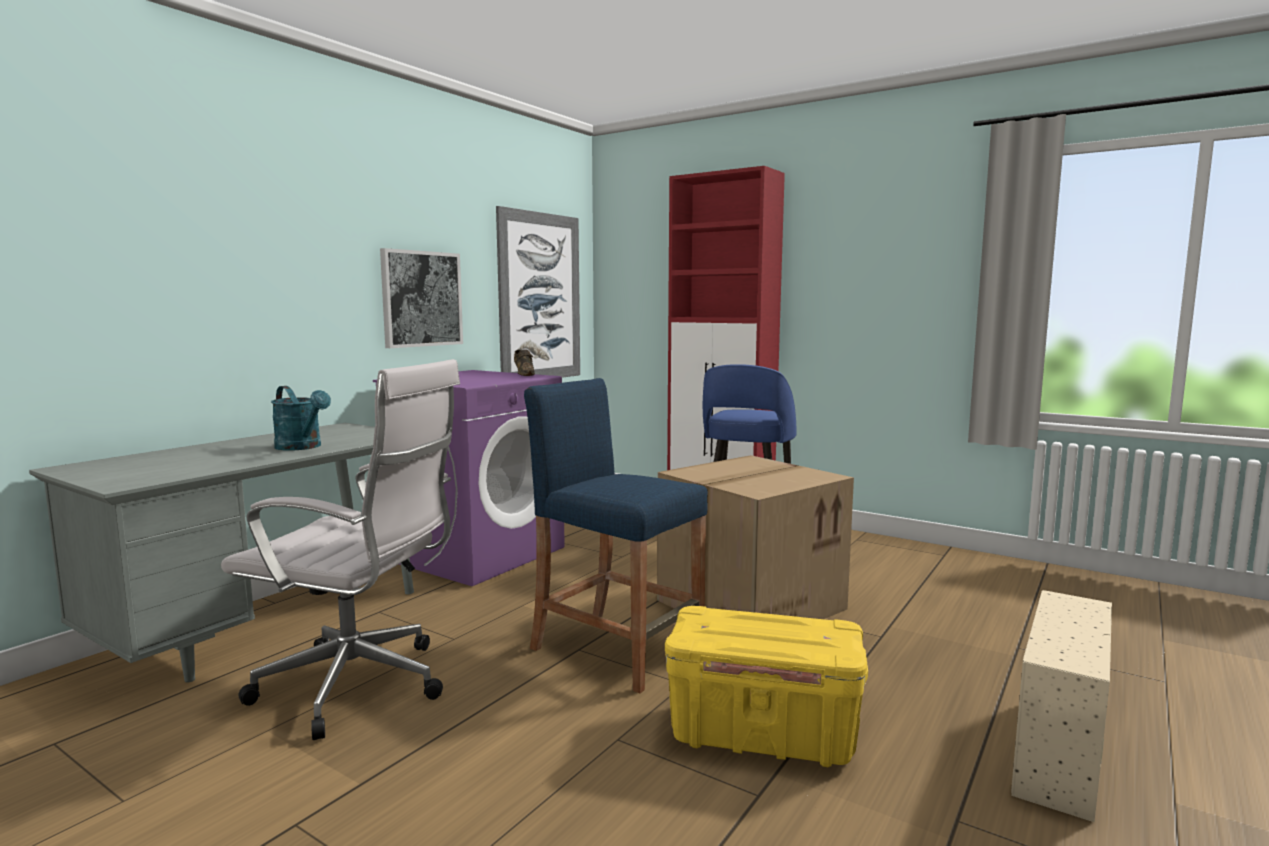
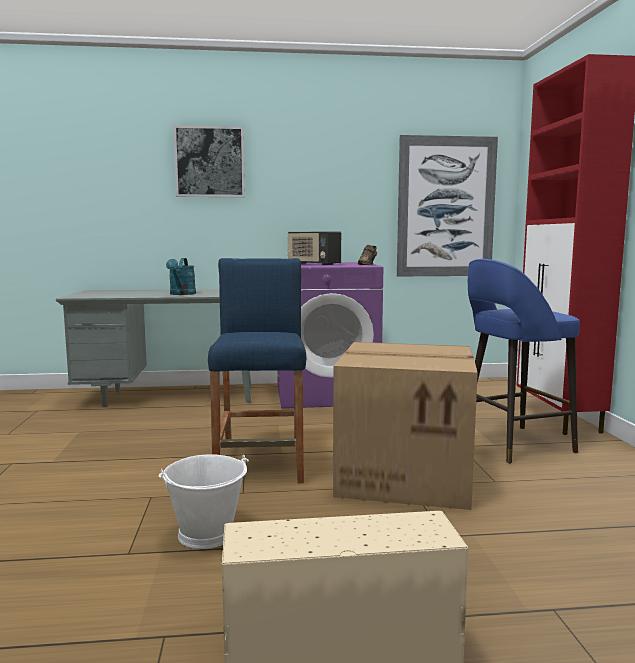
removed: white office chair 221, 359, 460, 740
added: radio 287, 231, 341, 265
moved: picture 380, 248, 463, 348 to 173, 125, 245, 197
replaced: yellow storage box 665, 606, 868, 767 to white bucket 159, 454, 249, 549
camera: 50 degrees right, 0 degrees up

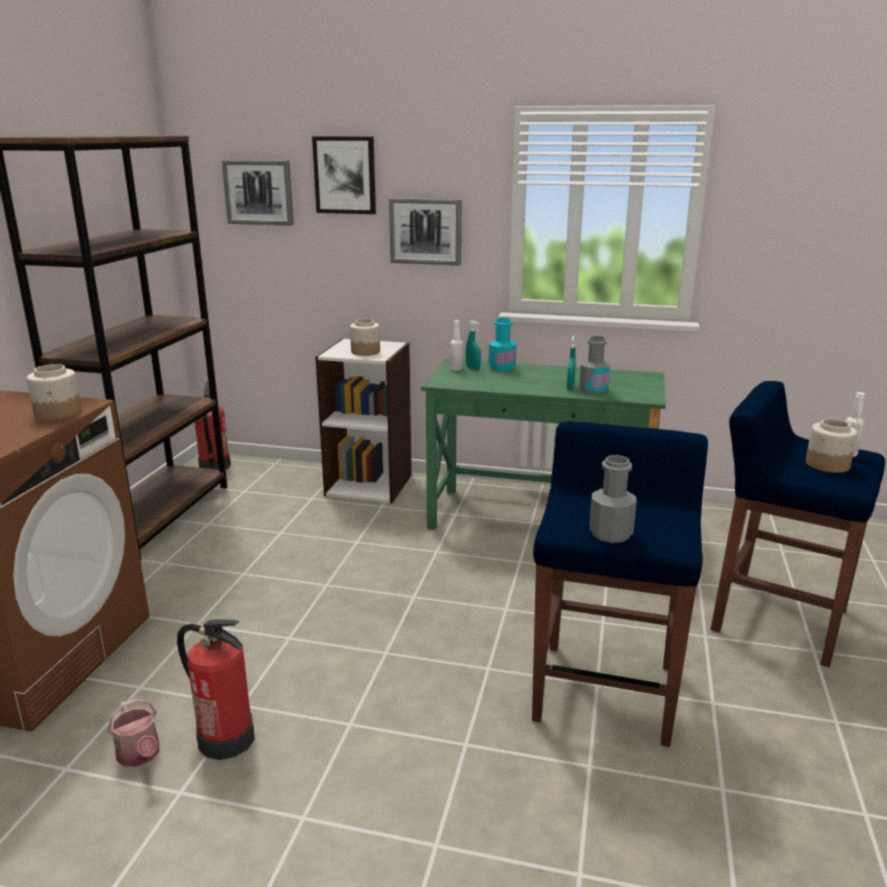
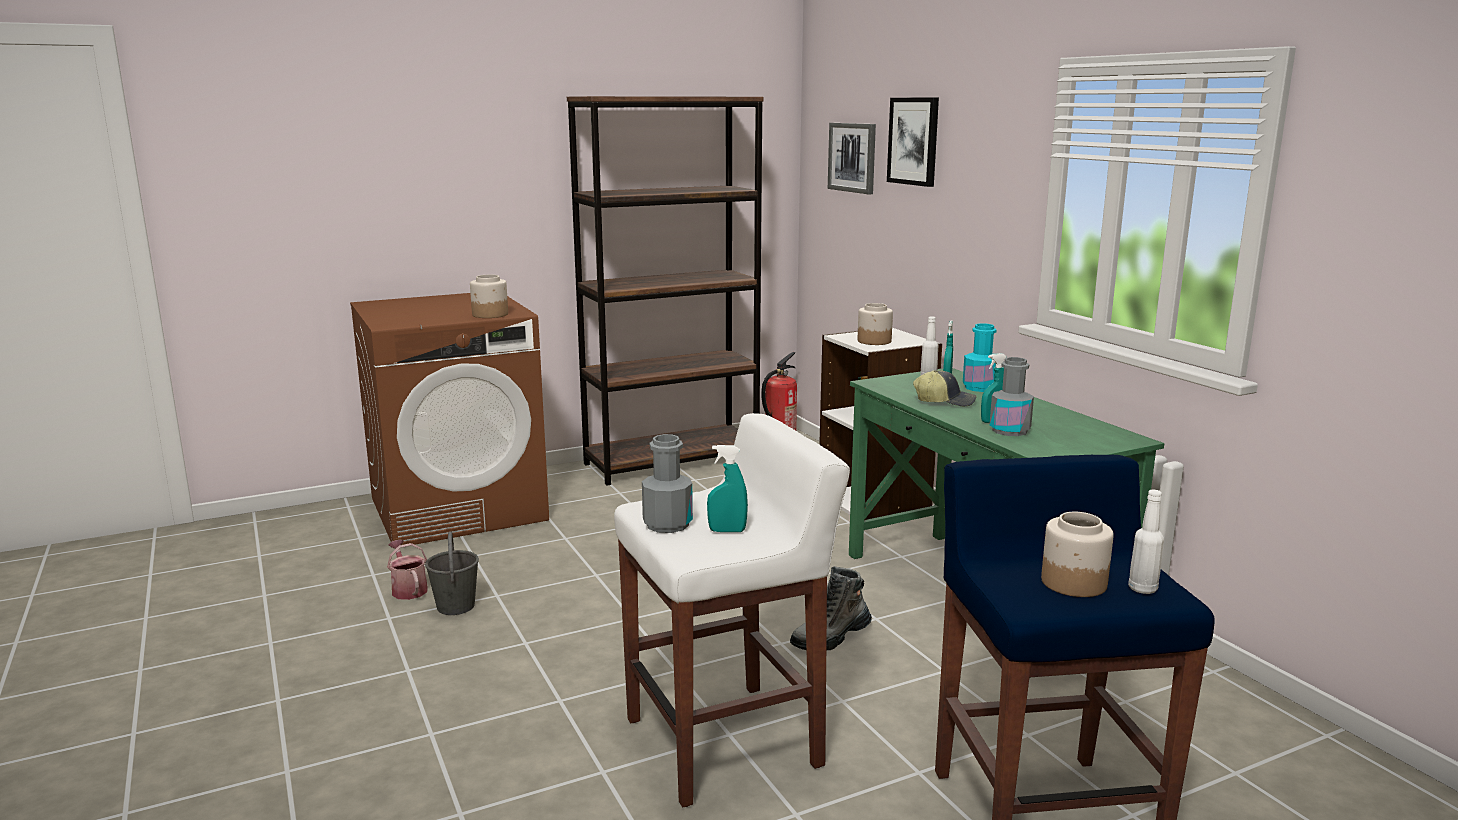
removed: picture 389, 198, 461, 265
added: turquoise spray bottle 707, 445, 748, 532; boot 790, 566, 872, 651; cap 913, 370, 976, 407
replaced: fire extinguisher 177, 619, 255, 760 to grey bucket 425, 531, 479, 615
recoloured: blue stool 532, 421, 708, 747 to white stool 614, 413, 850, 807
turned: watering can 108, 699, 159, 767 = 387, 540, 428, 600 135 degrees clockwise
camera: 50 degrees right, 5 degrees down

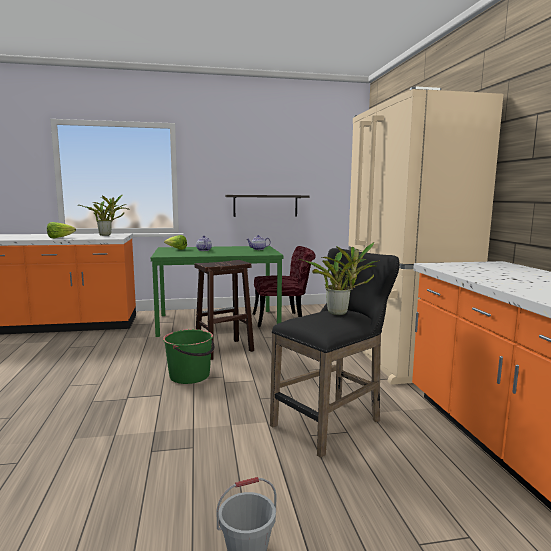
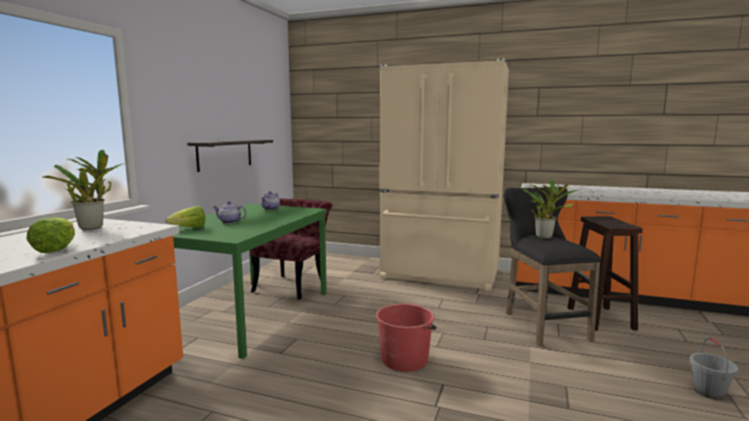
moved: brown stool 195, 260, 254, 360 to 567, 216, 643, 331
recoloured: green bucket 163, 329, 214, 384 to red bucket 376, 304, 436, 372
camera: 60 degrees left, 0 degrees up

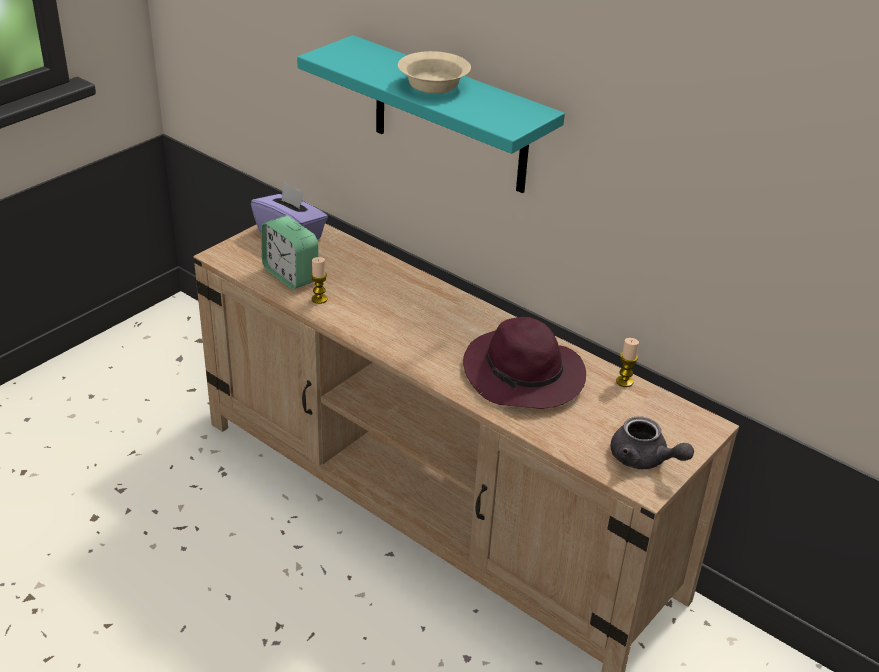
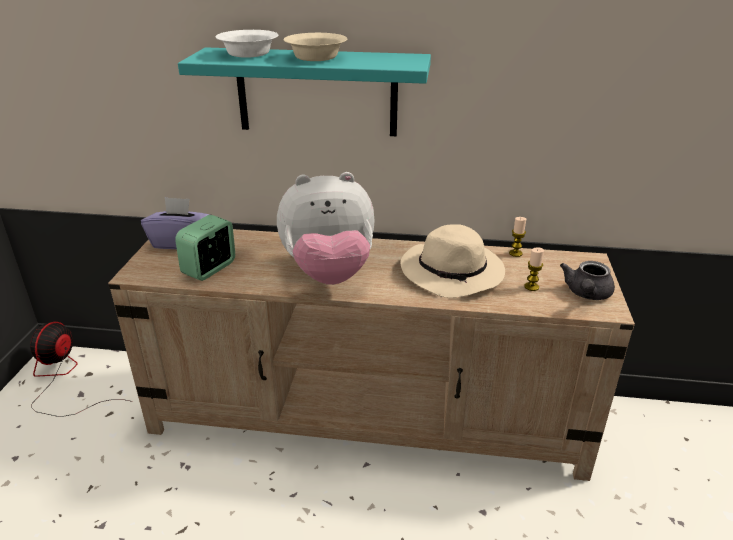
added: fan 30, 322, 133, 417; white bowl 215, 30, 278, 58; plush toy 277, 172, 375, 285
moved: candle 311, 257, 327, 304 to 524, 248, 544, 291
recoloured: purple hat 463, 317, 586, 409 to beige hat 400, 224, 505, 298
turned: alarm clock 261, 216, 318, 289 = 175, 215, 235, 281 105 degrees clockwise; grey teapot 610, 416, 694, 469 = 560, 261, 615, 300 105 degrees clockwise
camera: 30 degrees left, 5 degrees down

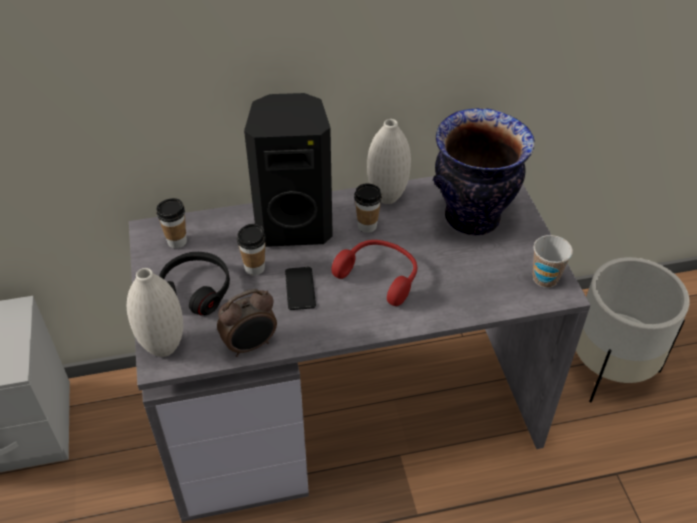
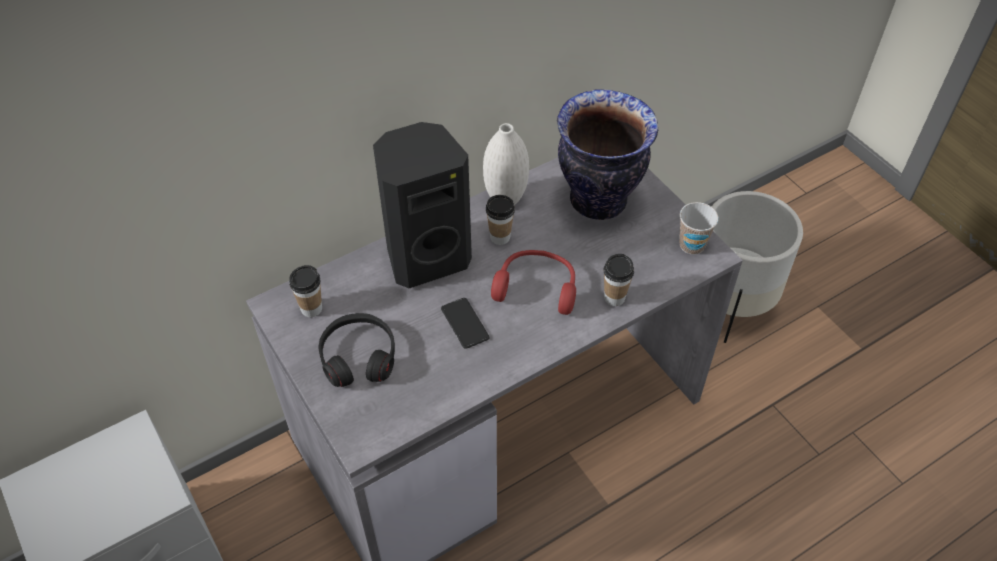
removed: white vase 127, 268, 183, 357; alarm clock 217, 289, 277, 357
moved: cup 237, 224, 266, 276 to 603, 254, 634, 306
camera: 20 degrees left, 5 degrees up

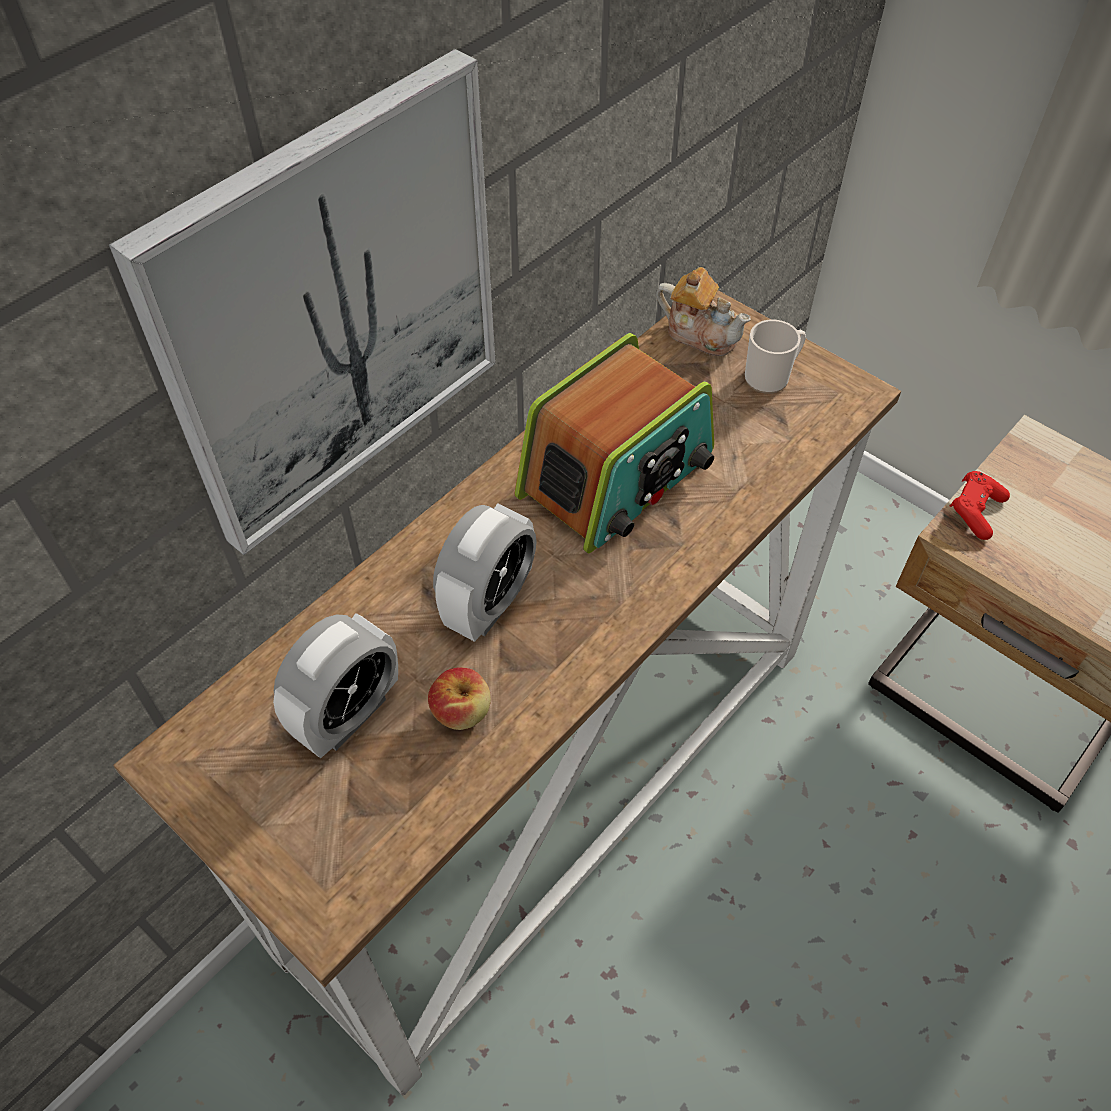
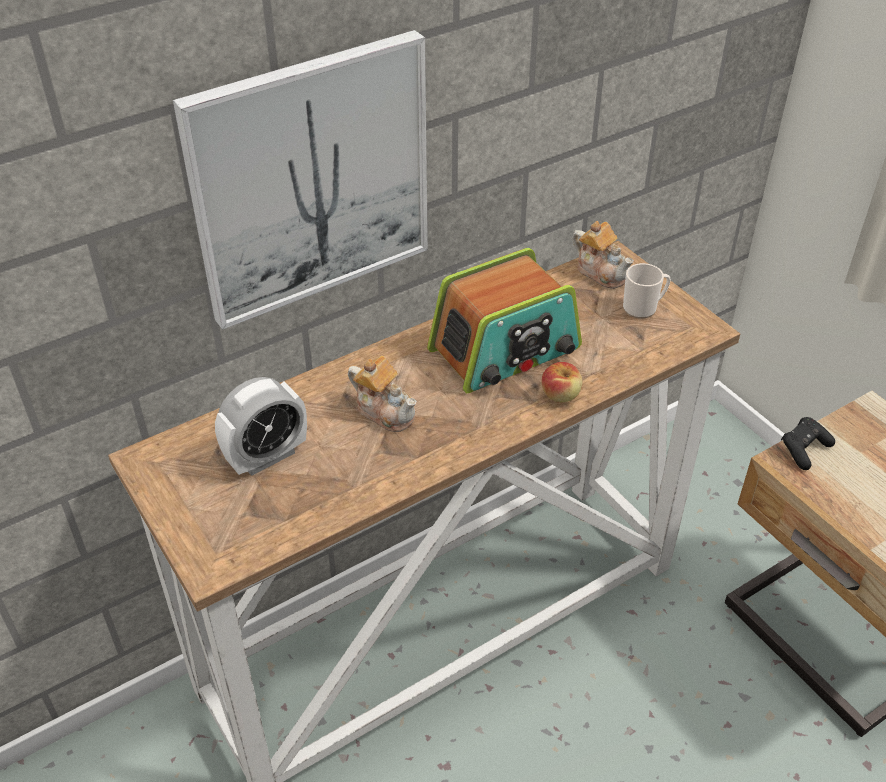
moved: apple 428, 667, 491, 730 to 542, 362, 582, 402
replaced: alarm clock 433, 503, 537, 642 to teapot 348, 356, 417, 432
recoloured: red game controller 949, 471, 1010, 540 to black game controller 781, 417, 835, 470
camera: 15 degrees right, 10 degrees down

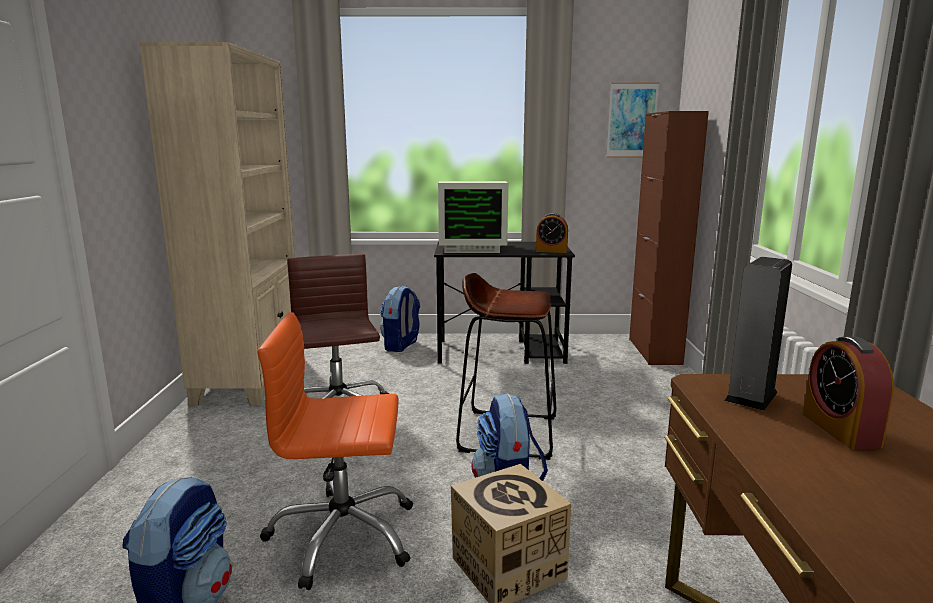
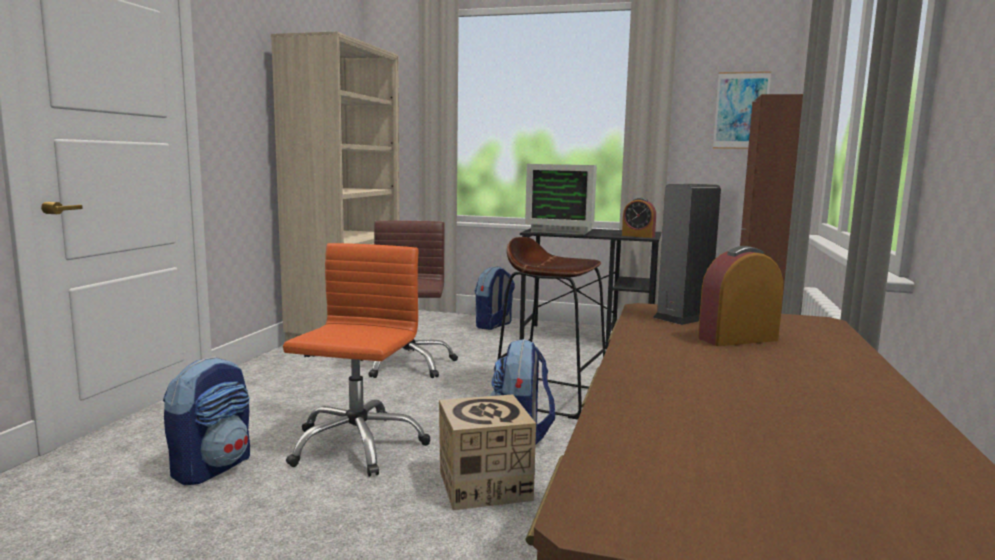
turned: orange office chair 257, 312, 413, 590 = 283, 243, 430, 477 90 degrees clockwise; alarm clock 803, 336, 894, 449 = 698, 246, 783, 346 60 degrees clockwise
camera: 15 degrees right, 5 degrees down

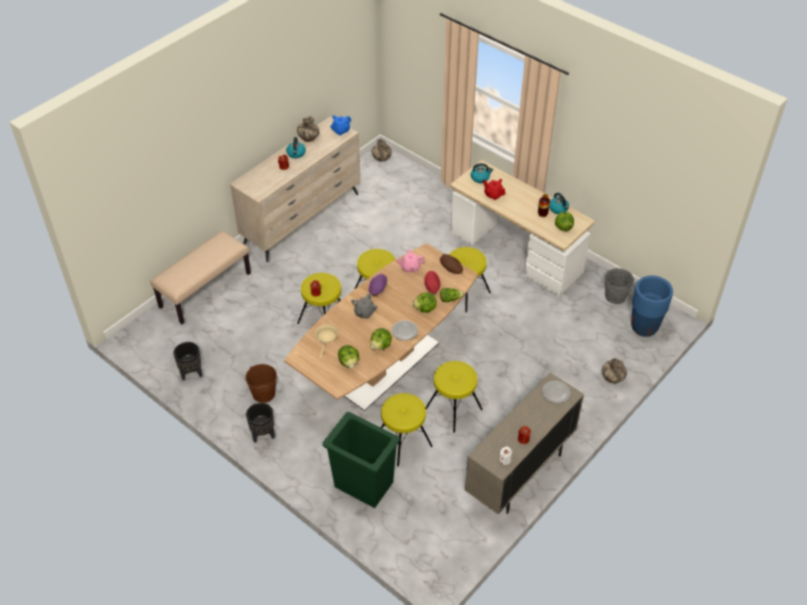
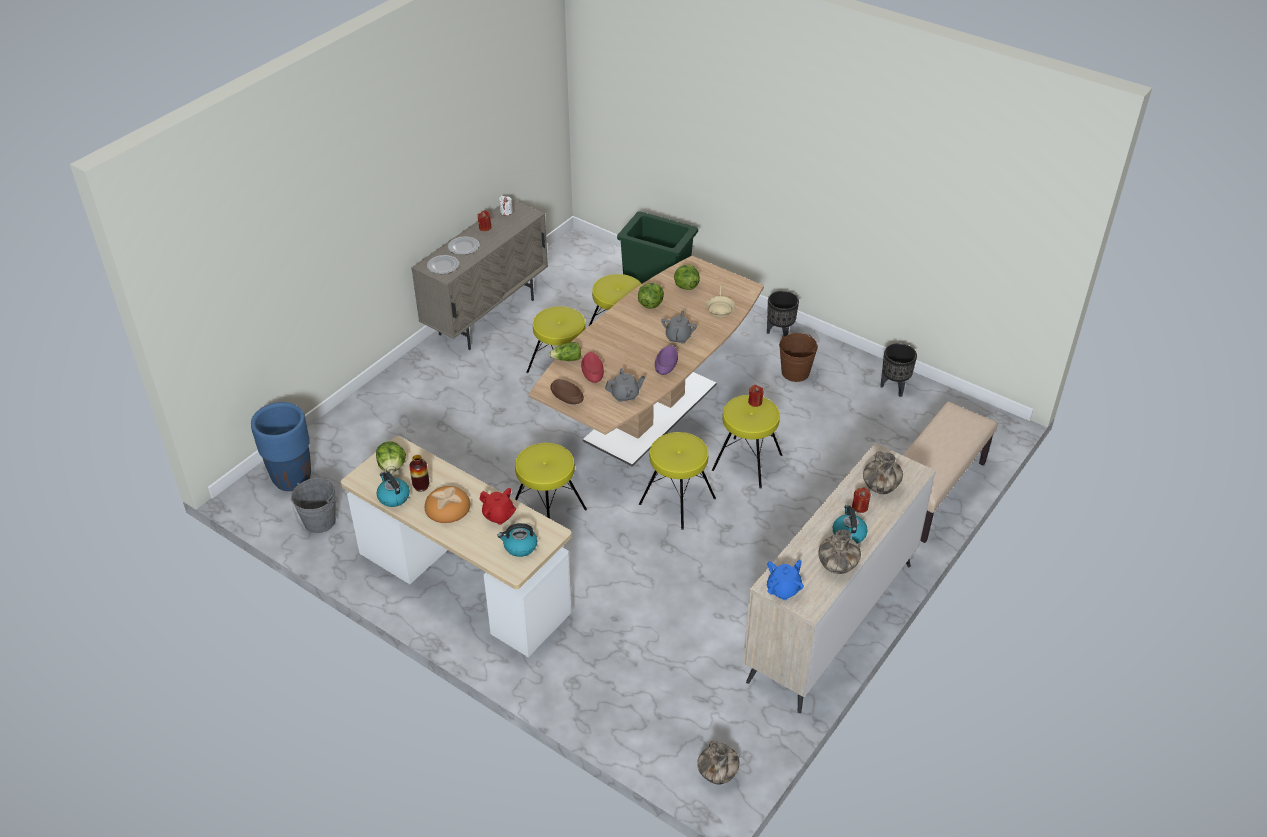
removed: lettuce 412, 292, 437, 313
added: bread 425, 486, 470, 523
moved: plate 392, 320, 418, 341 to 448, 236, 480, 255; vase 602, 358, 627, 383 to 863, 451, 903, 494
recoloured: pink teapot 396, 249, 425, 273 to grey teapot 605, 368, 645, 402
camera: 175 degrees right, 5 degrees down

